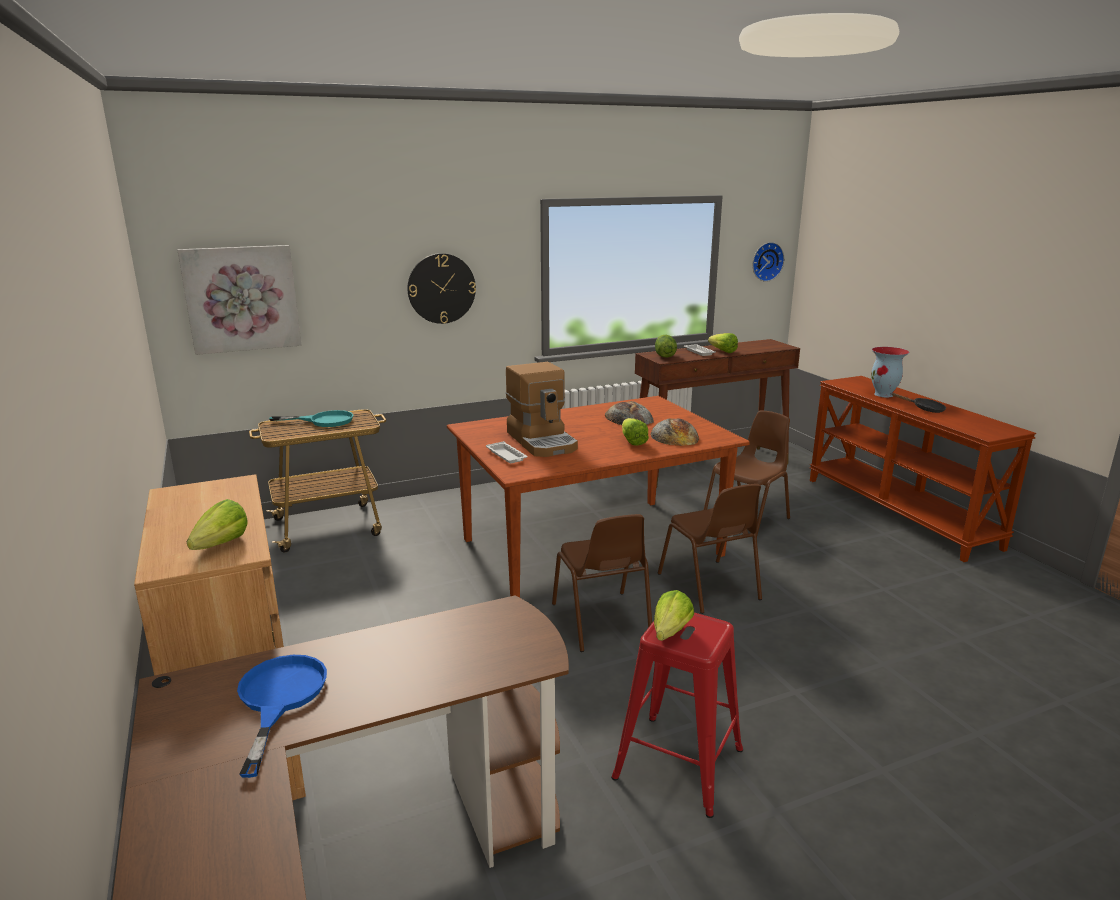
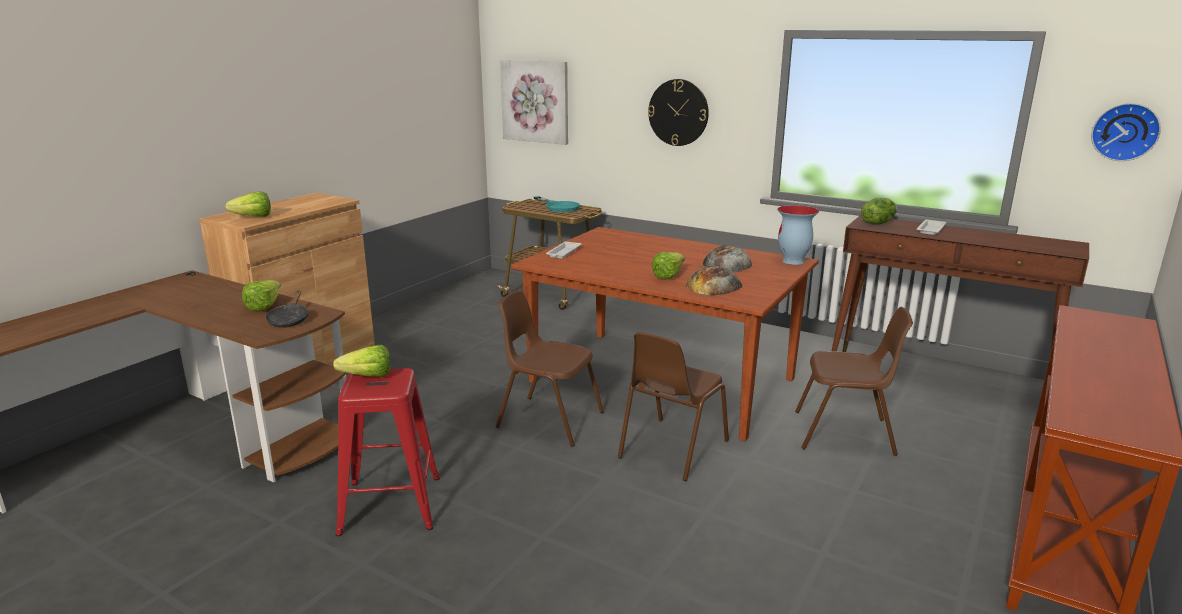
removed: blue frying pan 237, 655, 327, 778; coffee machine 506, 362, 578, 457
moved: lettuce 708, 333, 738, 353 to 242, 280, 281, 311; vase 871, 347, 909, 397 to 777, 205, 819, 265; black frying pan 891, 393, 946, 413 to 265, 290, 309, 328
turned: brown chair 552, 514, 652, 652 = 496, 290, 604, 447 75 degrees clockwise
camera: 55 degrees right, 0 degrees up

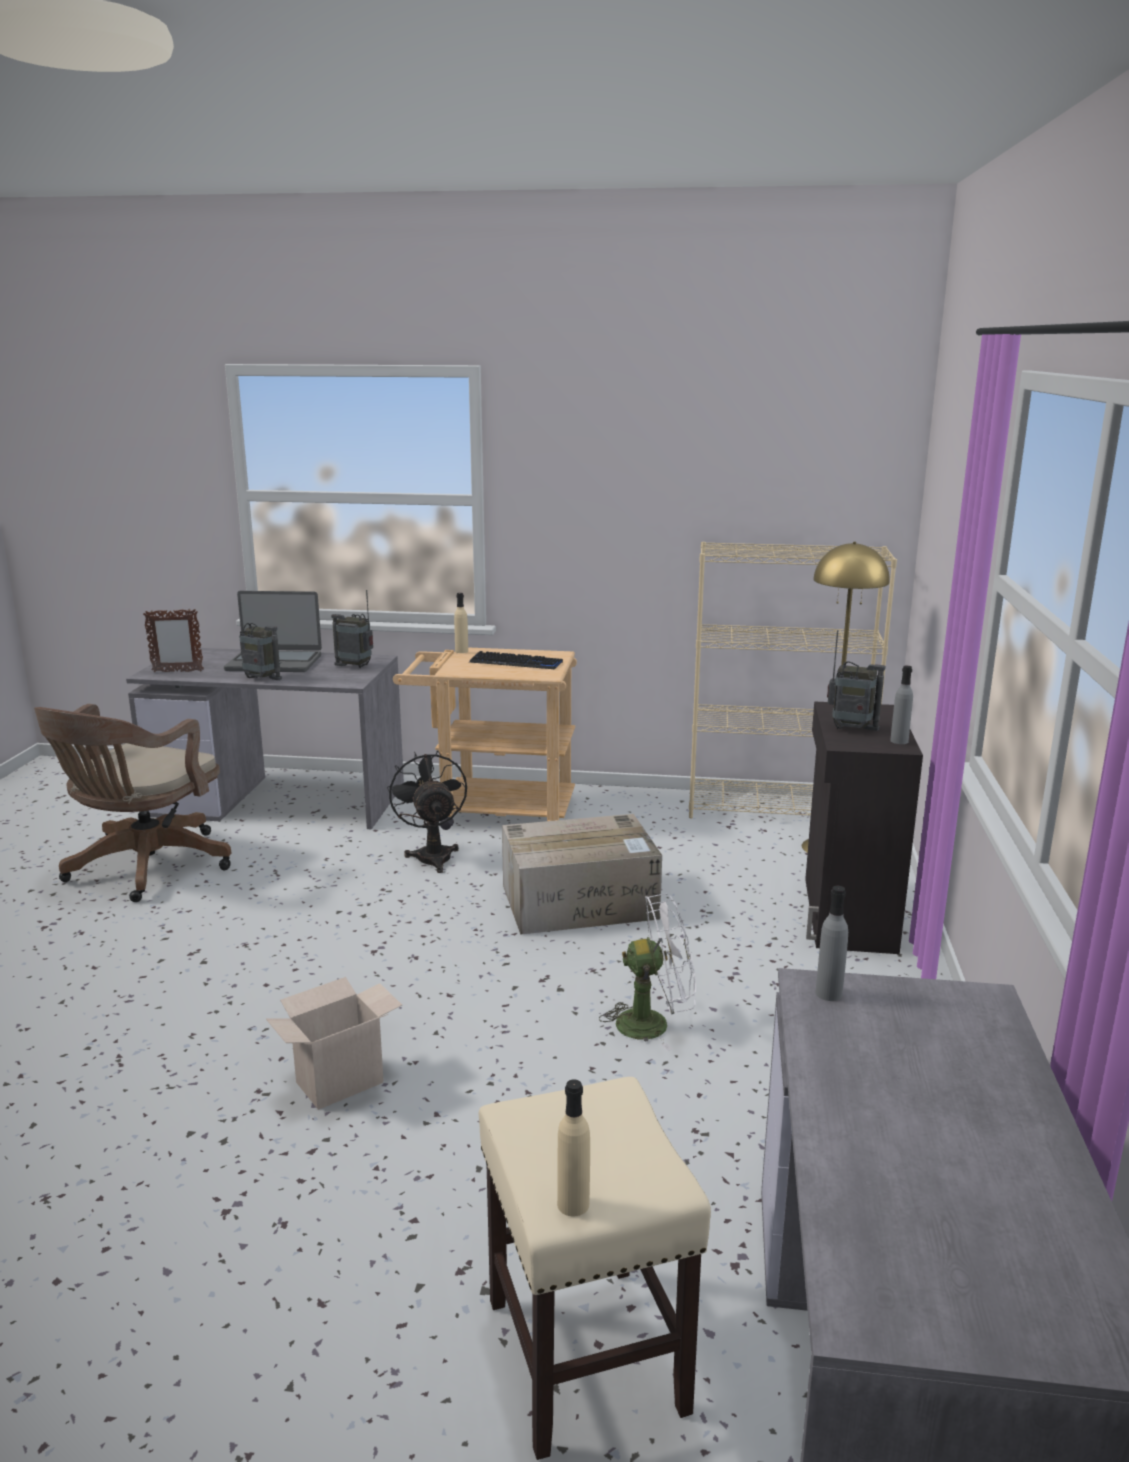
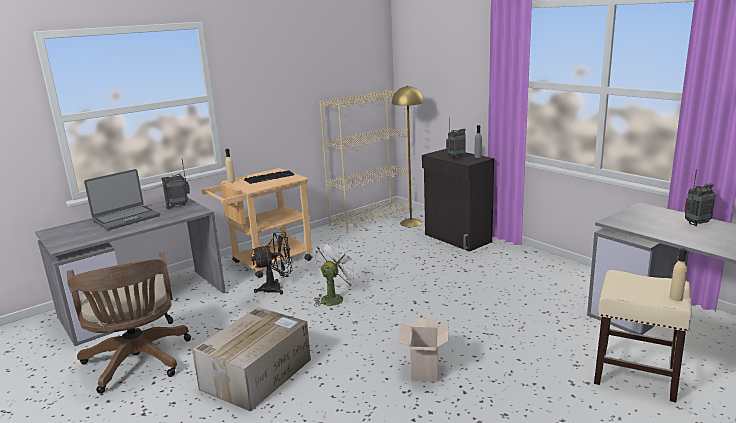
removed: picture frame 143, 609, 204, 672; grey bottle 815, 886, 848, 1001
moved: radio 239, 597, 282, 680 to 684, 169, 716, 226; cardboard box 502, 814, 662, 935 to 192, 307, 311, 412; white fan 599, 894, 696, 1051 to 314, 241, 359, 307
turned: black fan 387, 751, 467, 873 = 251, 232, 292, 295 135 degrees clockwise
camera: 45 degrees left, 0 degrees up

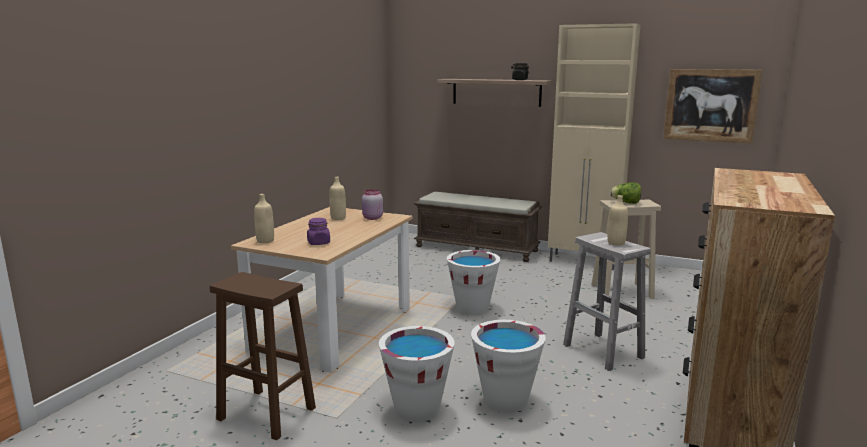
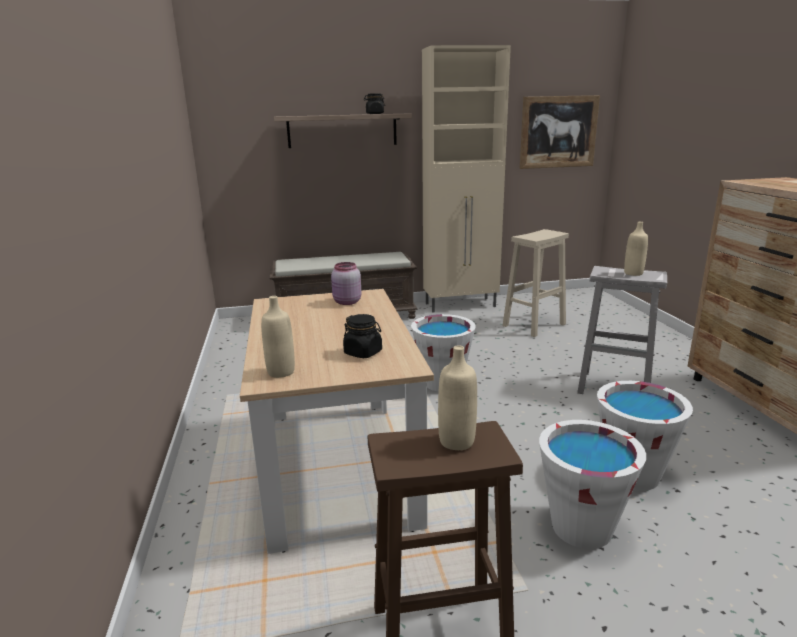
removed: lettuce 610, 182, 641, 204
moved: beige bottle 329, 177, 346, 220 to 438, 345, 477, 450
recoloured: purple jar 307, 218, 330, 245 to black jar 343, 314, 382, 358
camera: 35 degrees left, 5 degrees up

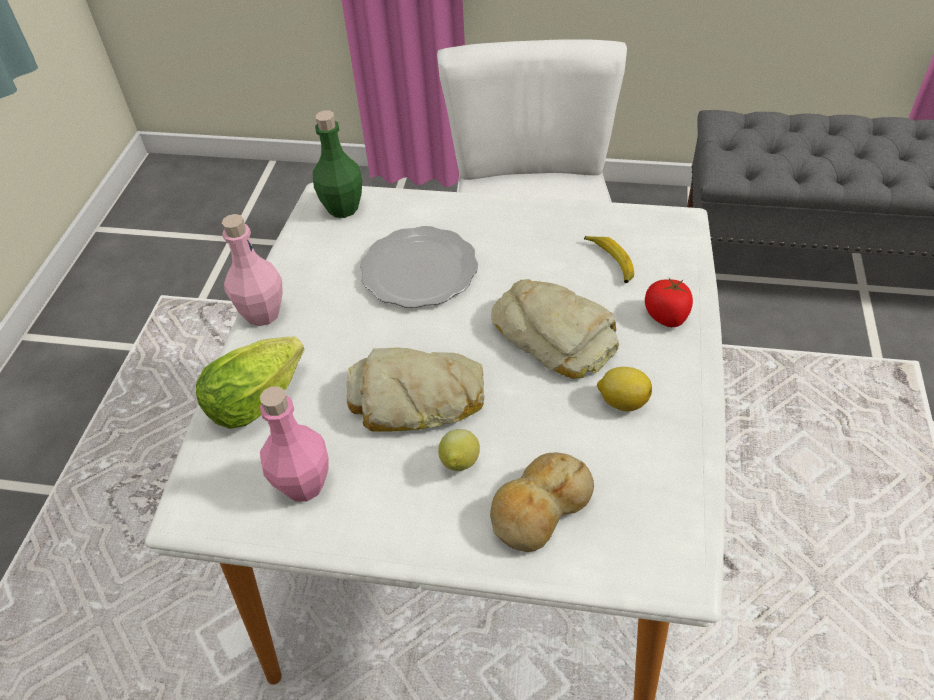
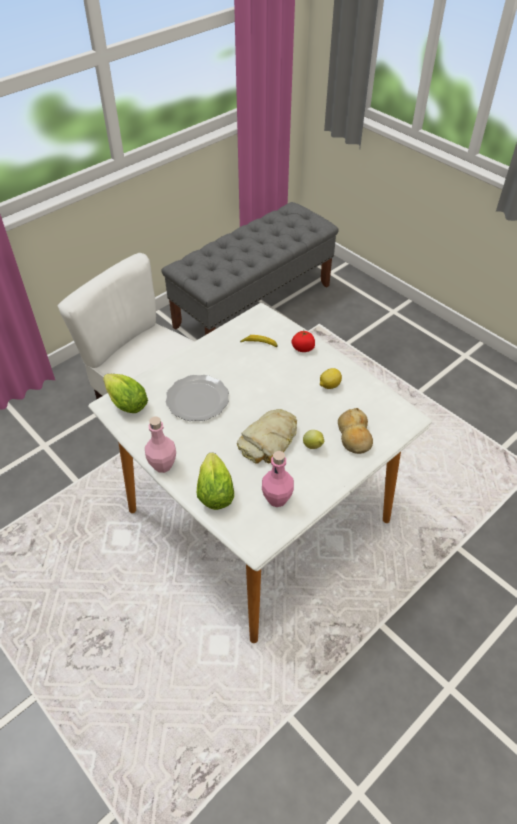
removed: bread 491, 279, 619, 379
replaced: green bottle 313, 110, 362, 218 to lettuce 103, 374, 148, 413
camera: 55 degrees left, 0 degrees up

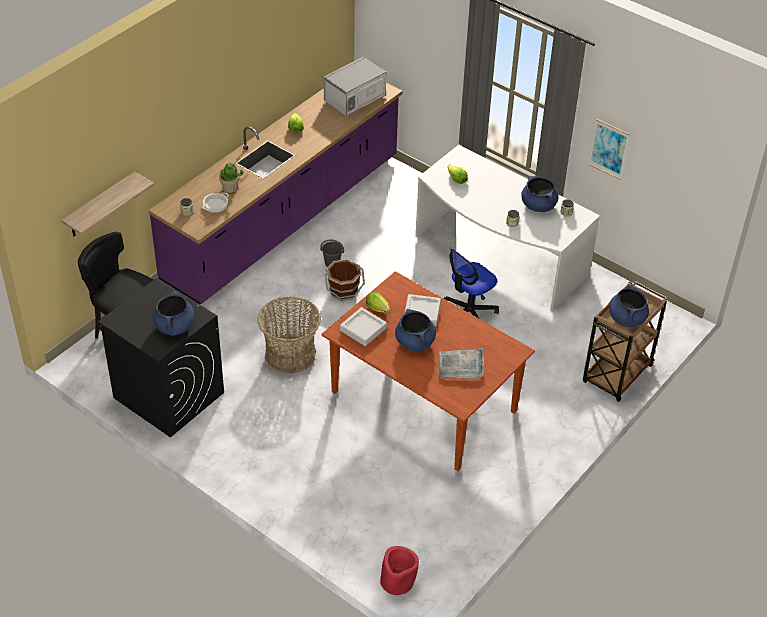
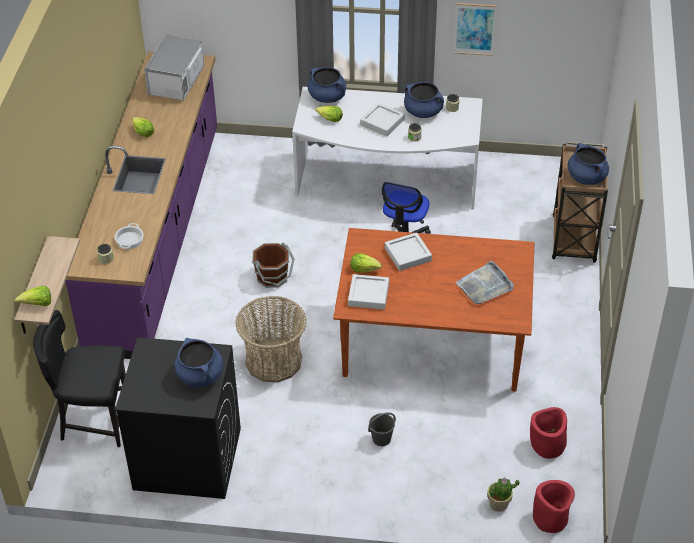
added: lettuce 15, 286, 51, 306; grey tray 360, 103, 405, 136; red planter 530, 407, 567, 459
moved: potted plant 219, 162, 244, 193 to 487, 478, 520, 512; grey bucket 320, 240, 344, 267 to 368, 412, 396, 446; blue cooking pot 395, 309, 436, 351 to 308, 67, 346, 103
camera: 30 degrees left, 0 degrees up

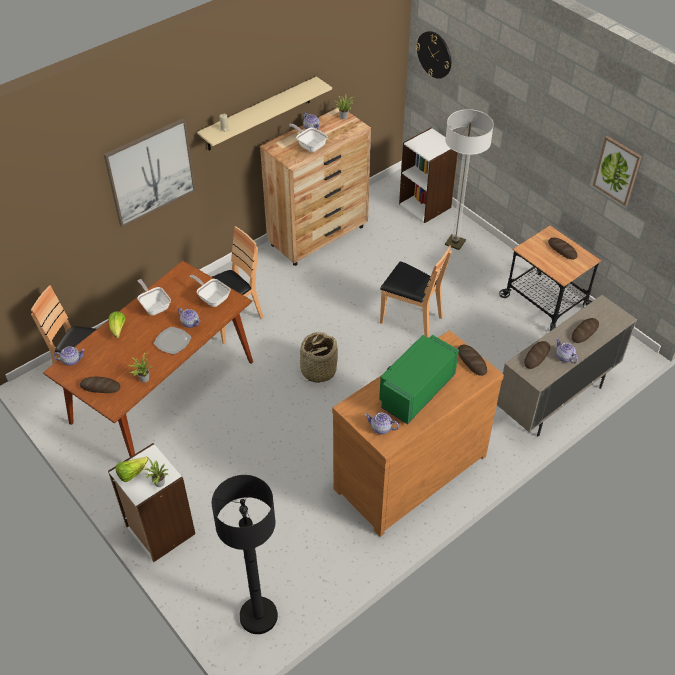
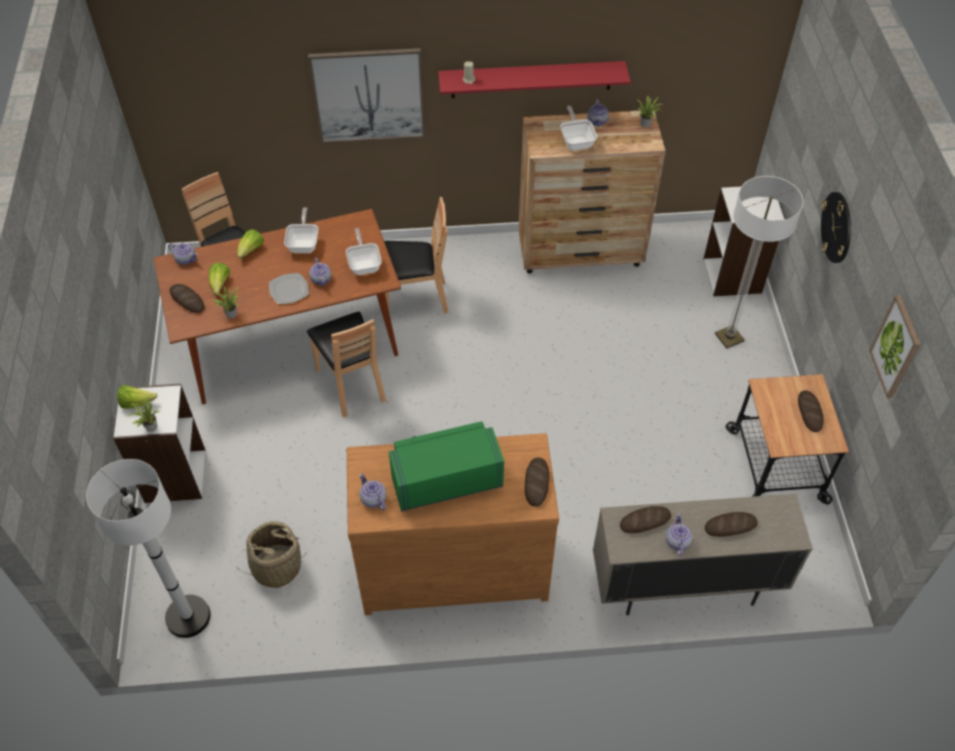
added: lettuce 209, 263, 230, 295
moved: basket 300, 332, 338, 383 to 241, 521, 306, 588; brown chair 380, 245, 452, 337 to 307, 312, 386, 417; wall clock 416, 31, 451, 79 to 821, 192, 851, 263
recoloured: beige shelf 197, 76, 332, 150 to red shelf 438, 61, 631, 98; black floor lamp 212, 475, 278, 634 to white floor lamp 86, 459, 211, 638
camera: 35 degrees right, 5 degrees up

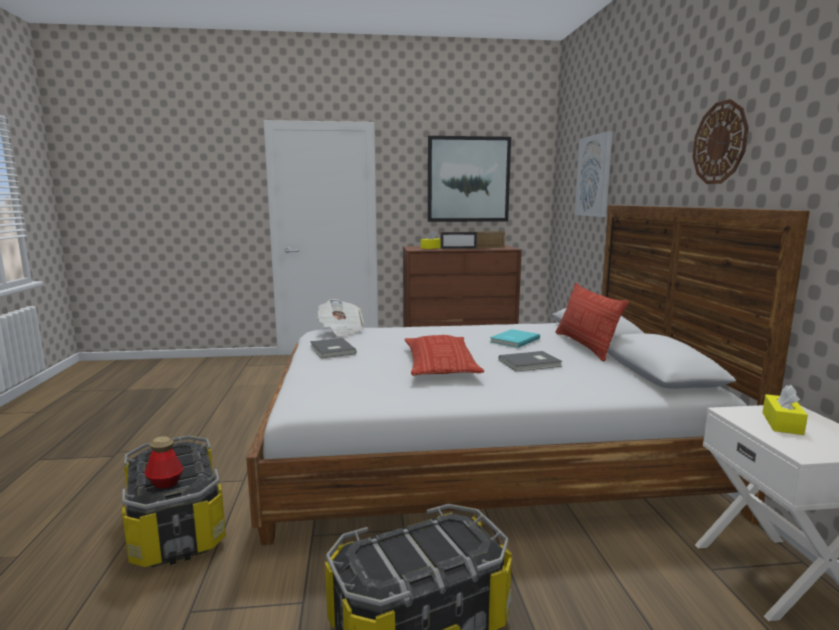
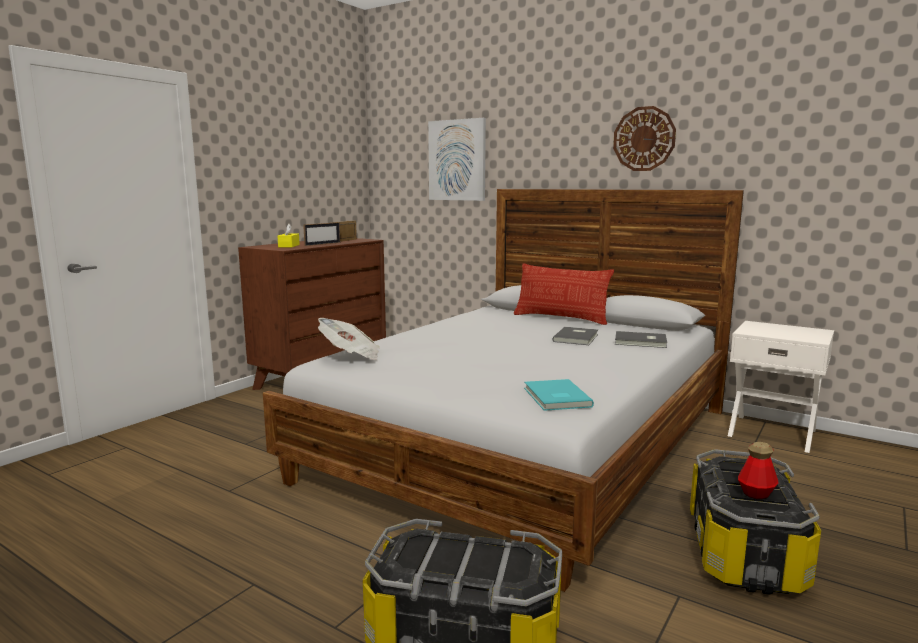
removed: pillow 405, 335, 484, 376; picture 428, 136, 511, 222; yellow tissue box 762, 385, 808, 435
moved: bottle 144, 436, 184, 489 to 738, 442, 778, 499; grey book 310, 338, 357, 358 to 615, 331, 667, 348; turquoise book 490, 329, 540, 348 to 524, 379, 594, 411
camera: 50 degrees left, 0 degrees up

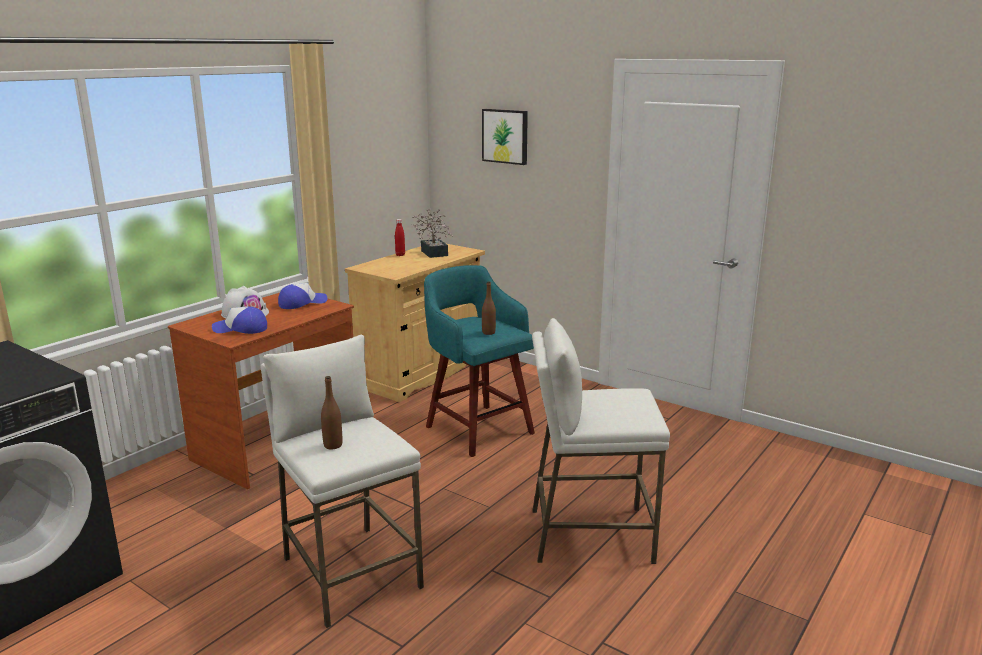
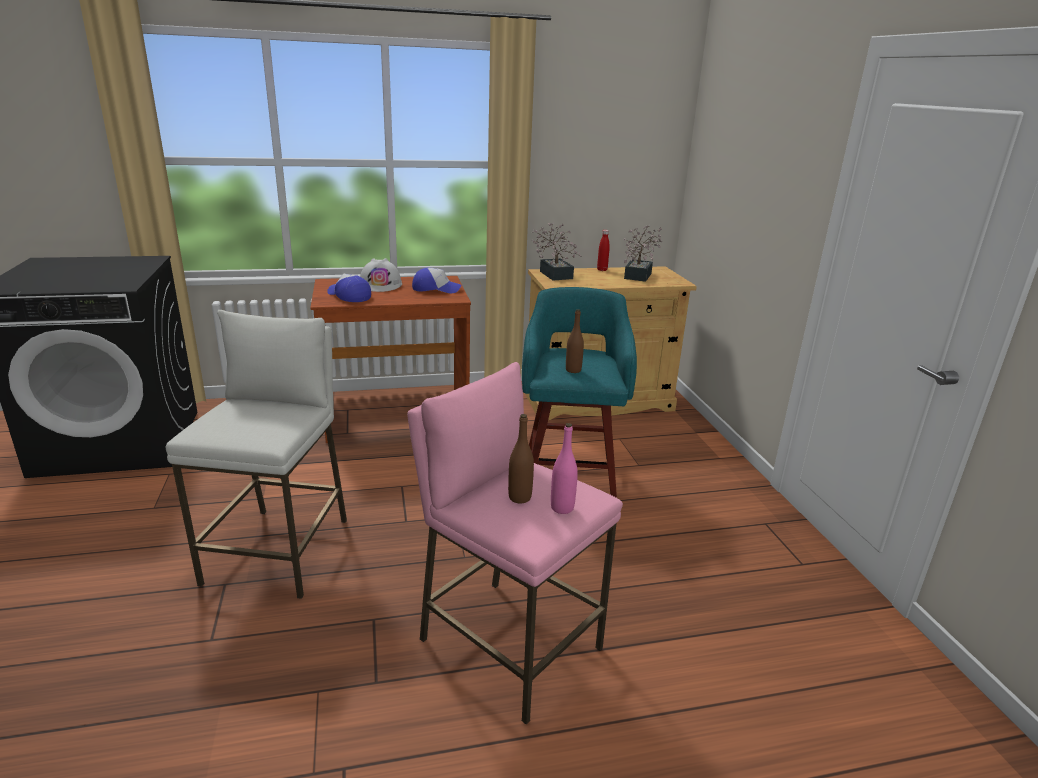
removed: picture 482, 109, 528, 165
added: potted plant 532, 223, 581, 280; pink bottle 551, 423, 578, 514
moved: brown bottle 321, 376, 342, 449 to 508, 414, 534, 504
recoloured: white stool 532, 318, 670, 564 to pink stool 407, 362, 623, 725
camera: 40 degrees right, 5 degrees up

